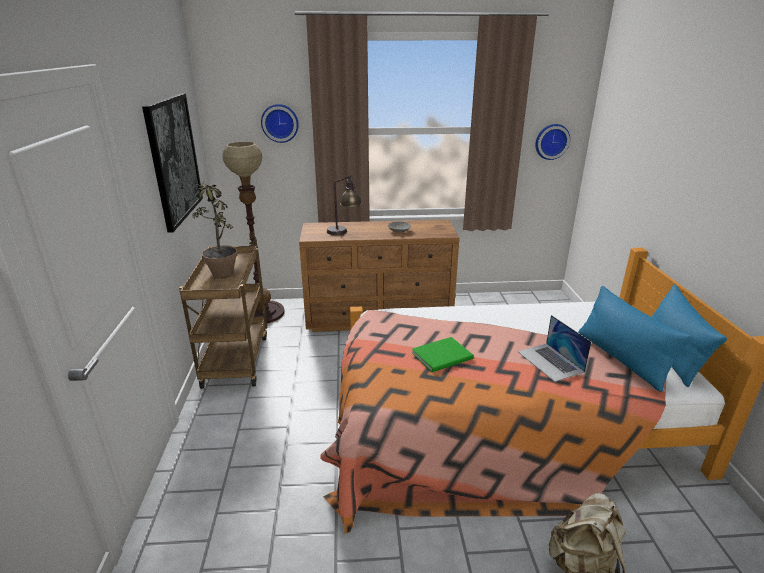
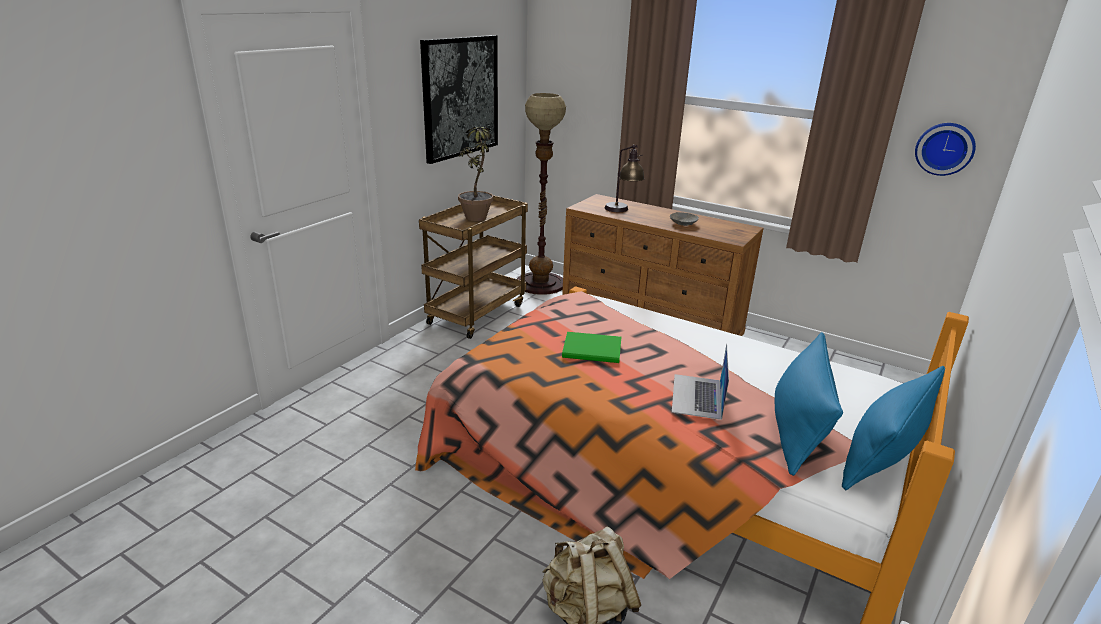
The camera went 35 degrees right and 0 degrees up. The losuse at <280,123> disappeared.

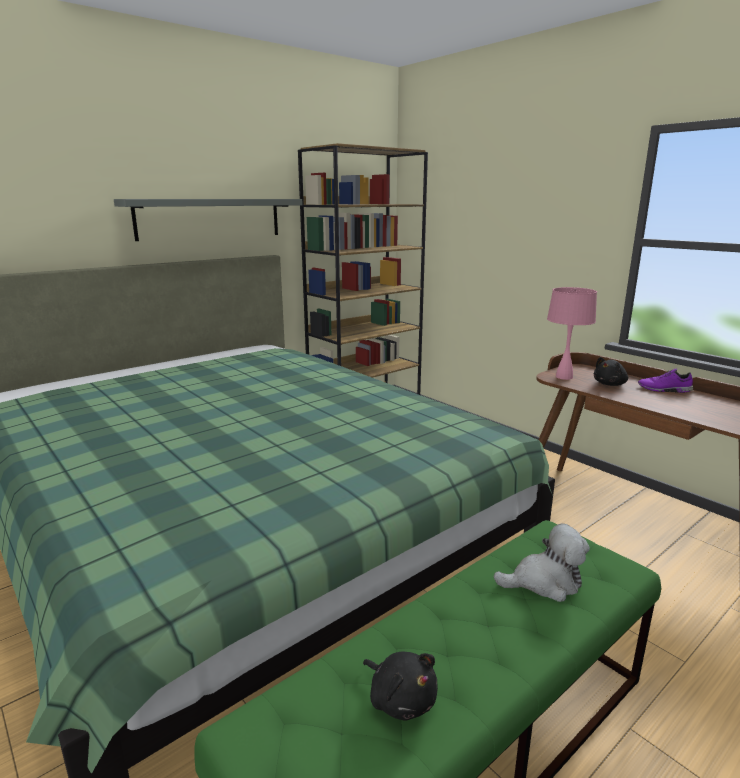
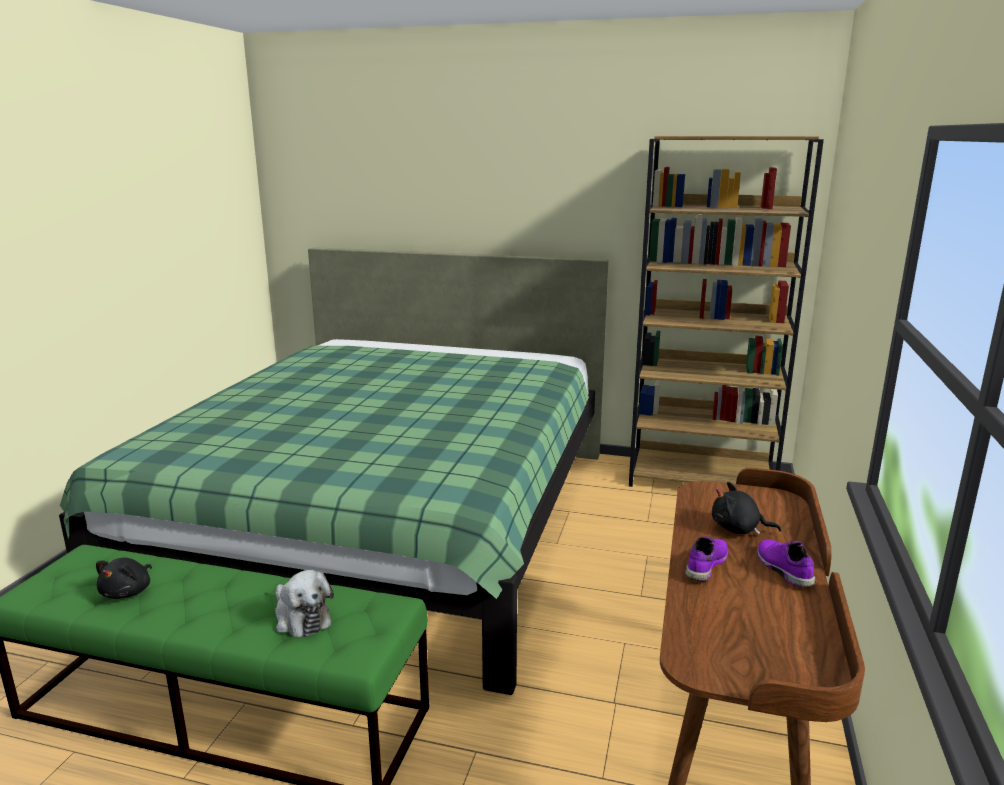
The camera went 55 degrees right and 0 degrees up. The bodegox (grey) at <210,218> disappeared. The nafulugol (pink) at <564,377> disappeared. The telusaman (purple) at <705,565> appeared.

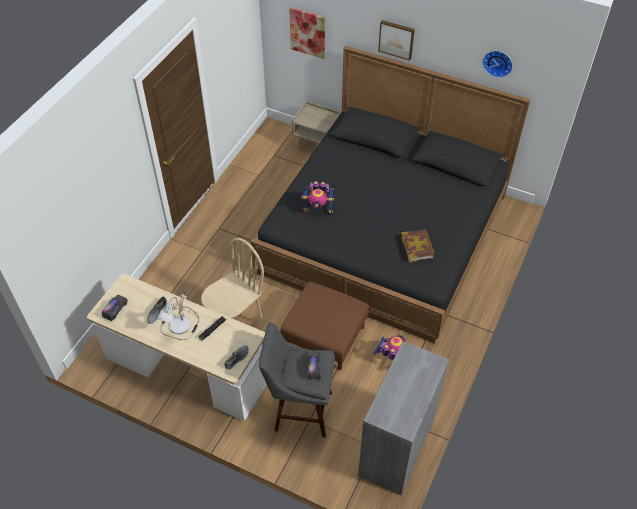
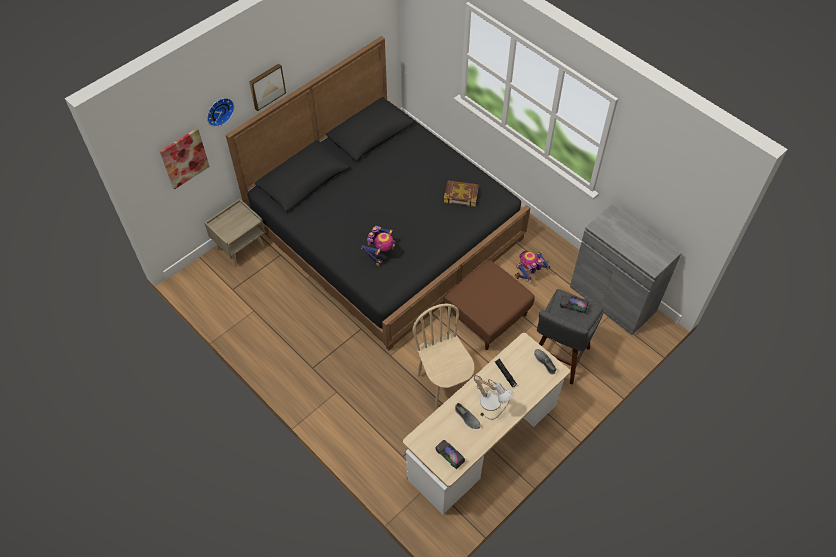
The camera went 70 degrees left and 5 degrees up. The losuse moved from <498,62> to <219,111>.

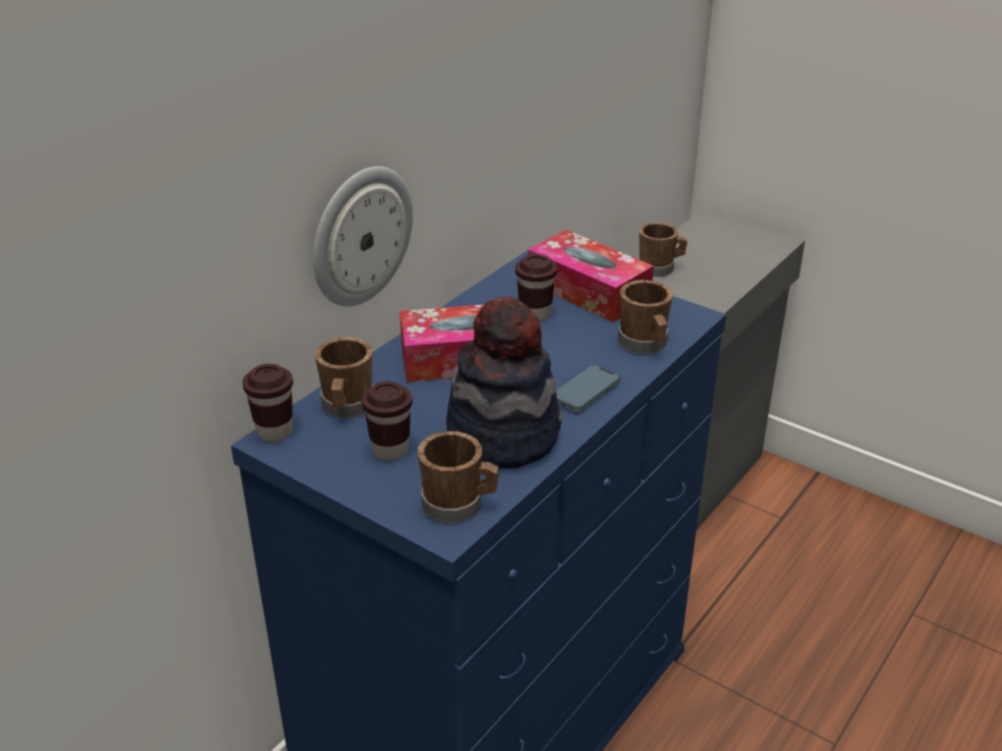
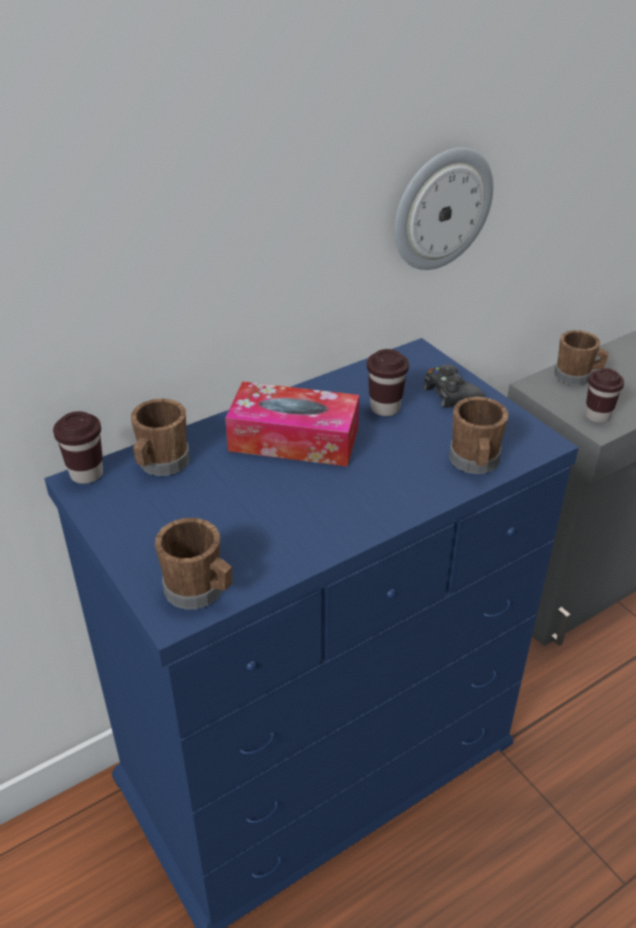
The camera went 20 degrees right and 5 degrees up. The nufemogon at <503,434> disappeared. The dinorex at <585,392> disappeared. The losuse moved from <360,235> to <441,209>. The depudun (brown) moved from <390,450> to <597,416>. The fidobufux at <588,291> was replaced by the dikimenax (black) at <450,393>.

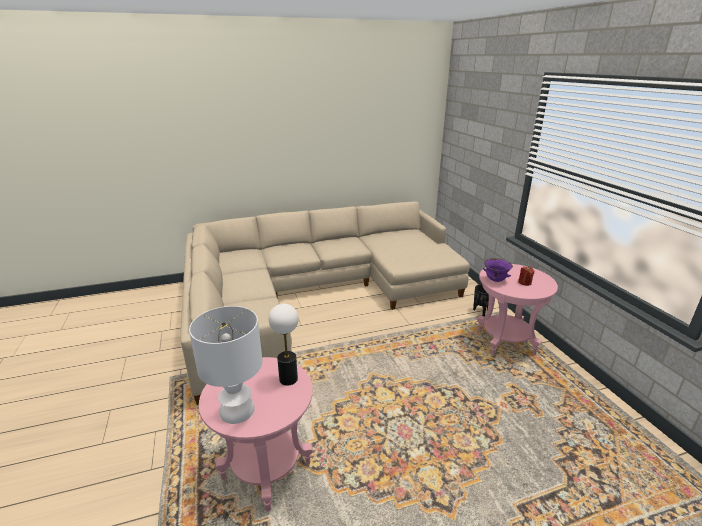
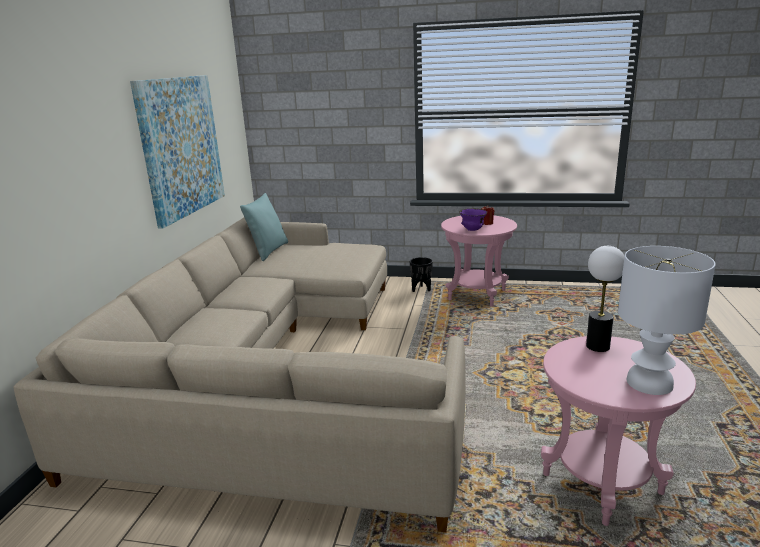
The camera went 60 degrees left and 5 degrees down. The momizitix at <181,147> appeared. The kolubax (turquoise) at <268,251> appeared.

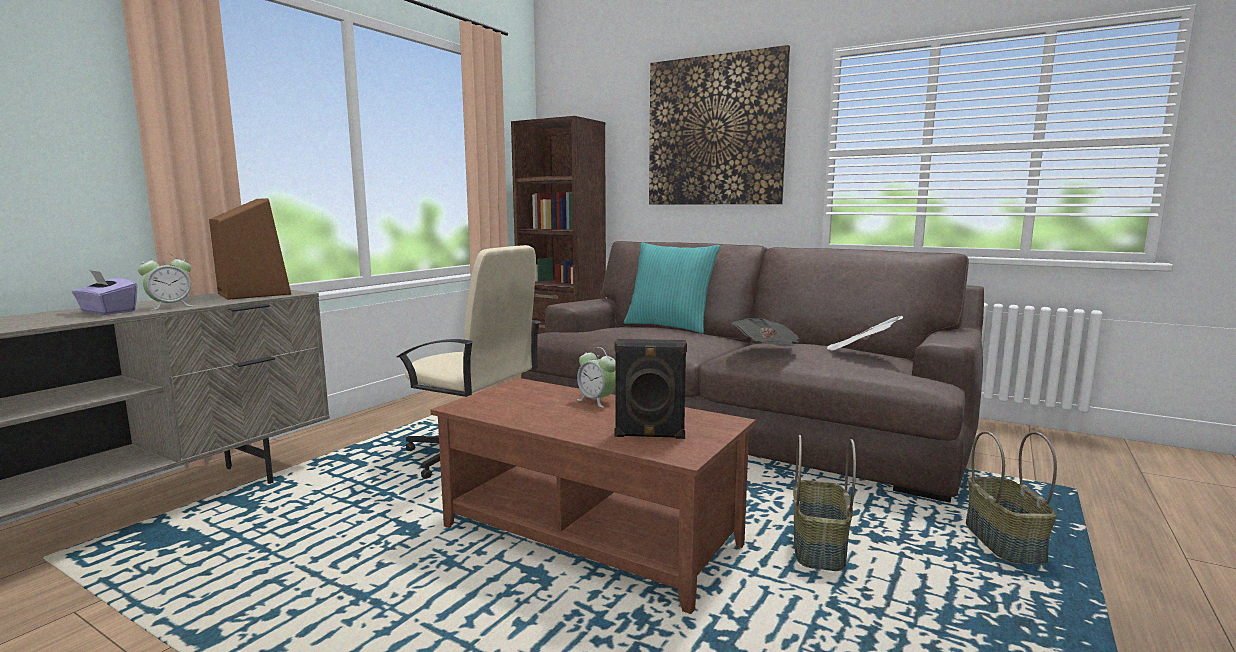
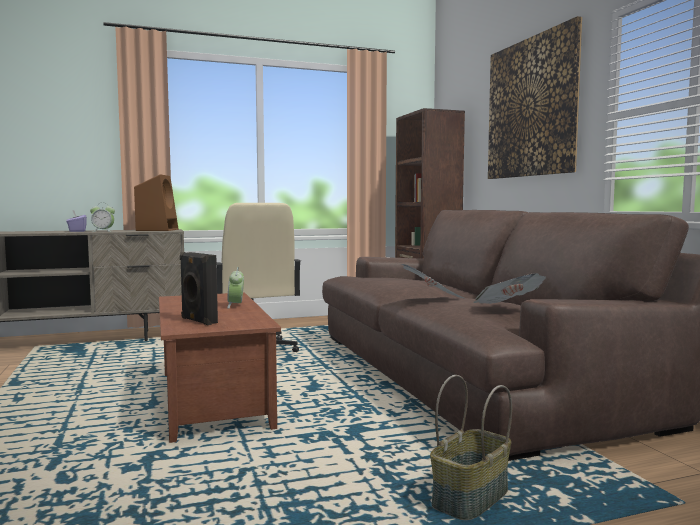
The camera went 40 degrees right and 5 degrees down. The kolubax (turquoise) at <669,326> disappeared. The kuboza at <817,547> disappeared.

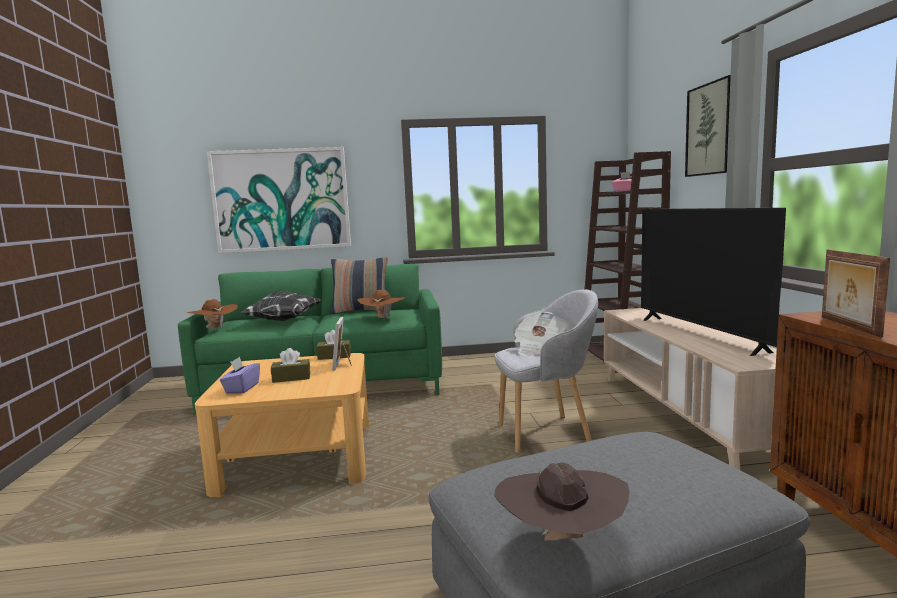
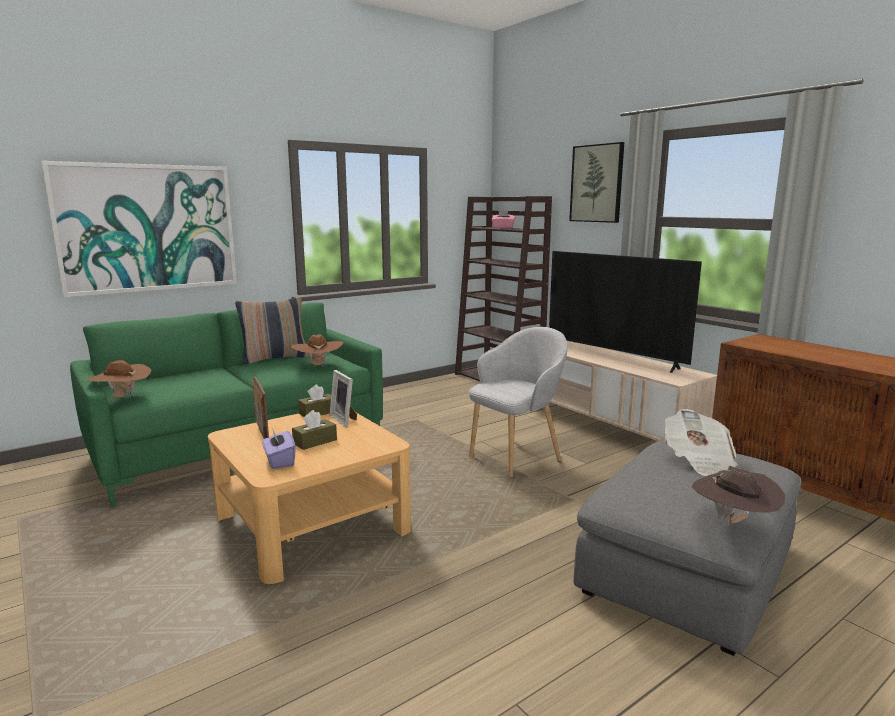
The camera went 30 degrees left and 5 degrees up. The kolubax at <283,320> disappeared. The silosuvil moved from <539,349> to <698,460>. The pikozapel moved from <848,326> to <262,434>.

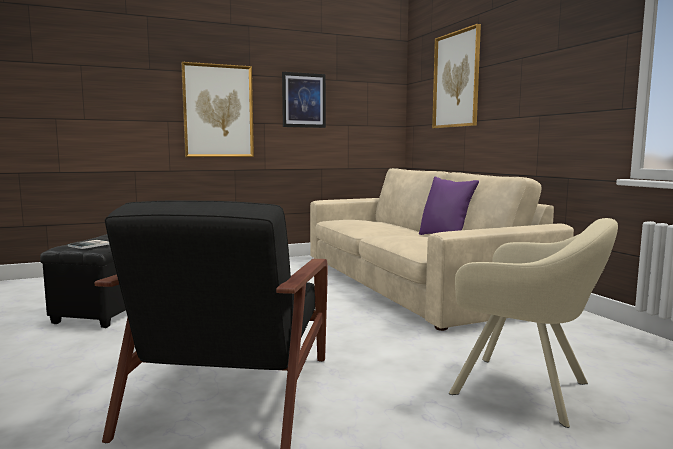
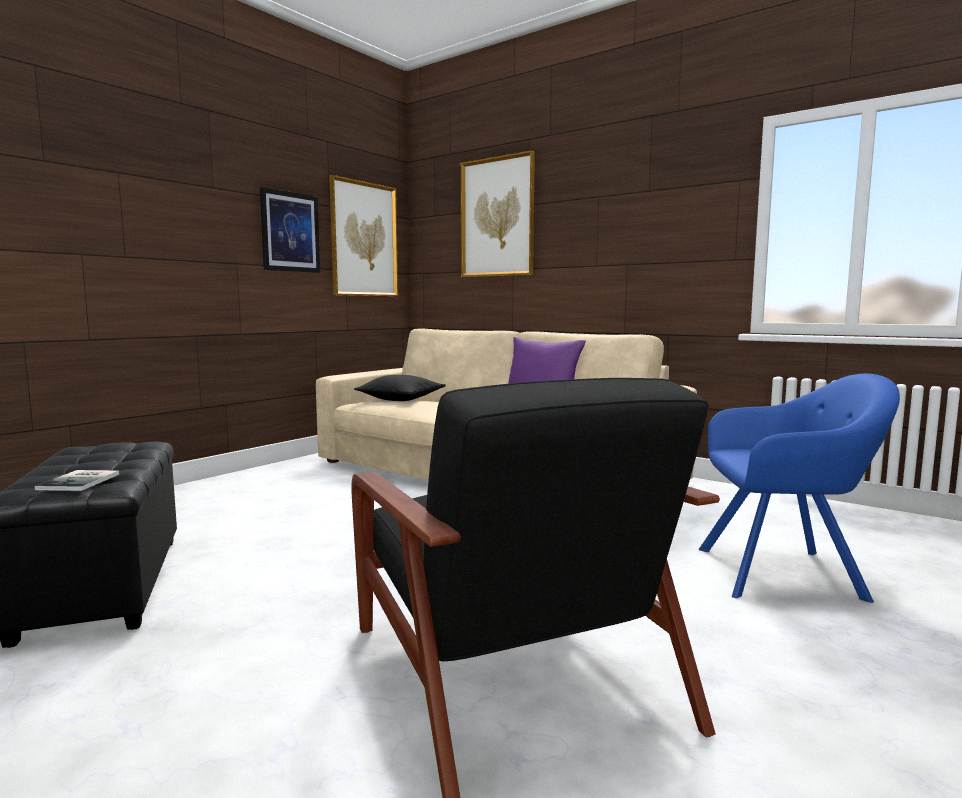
The camera went 30 degrees left and 0 degrees up. The kolubax (black) at <400,399> appeared. The momizitix moved from <218,111> to <364,239>. The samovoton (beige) at <527,390> became the samovoton (blue) at <786,573>.

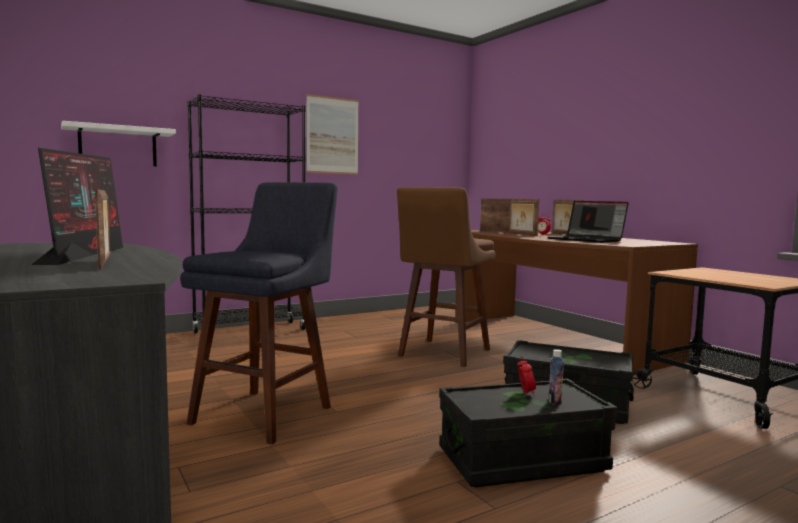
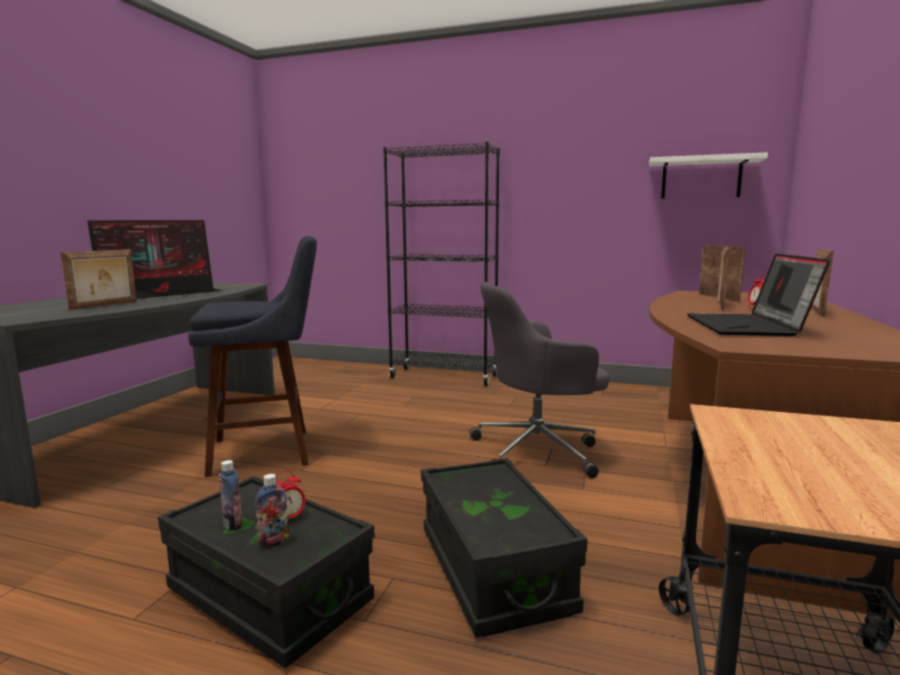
The camera went 50 degrees right and 5 degrees up. The momizitix at <332,135> disappeared. The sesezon at <233,525> appeared. The bodegox (white) moved from <118,146> to <701,178>. The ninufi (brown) at <442,354> was replaced by the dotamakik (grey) at <538,451>.

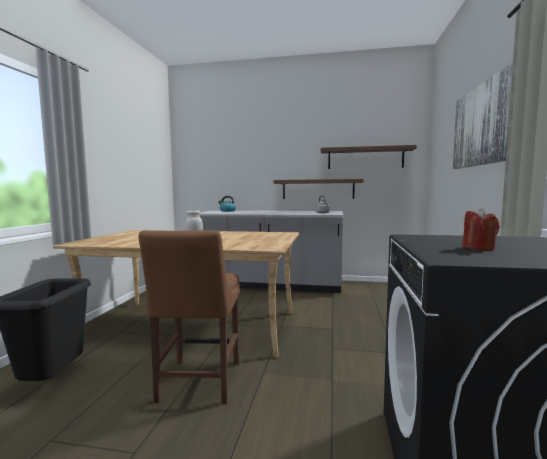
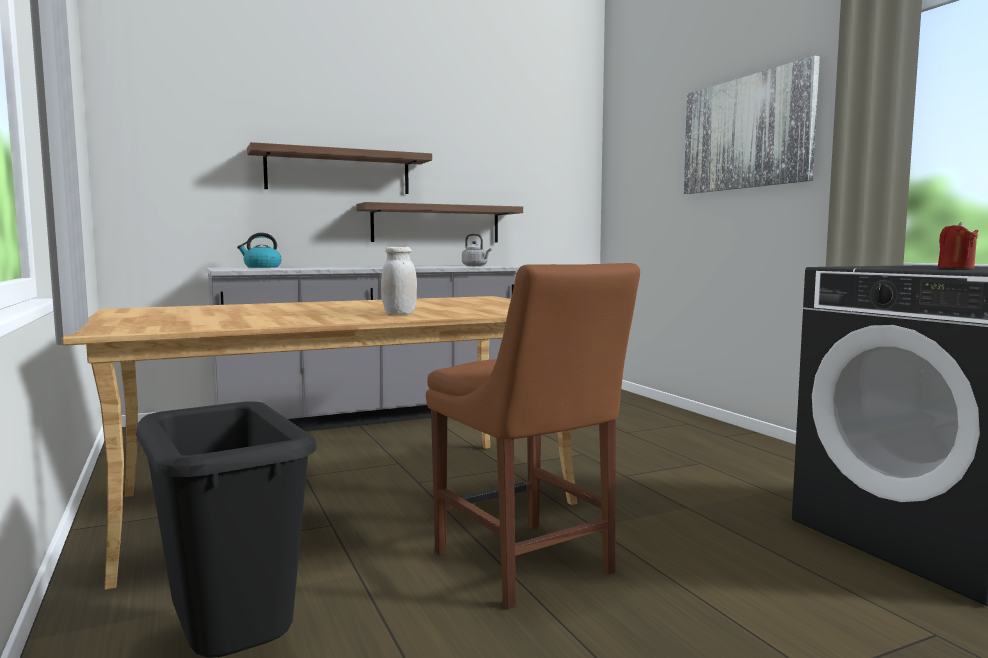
The camera went 35 degrees left and 0 degrees up. The bodegox moved from <365,158> to <338,172>.

